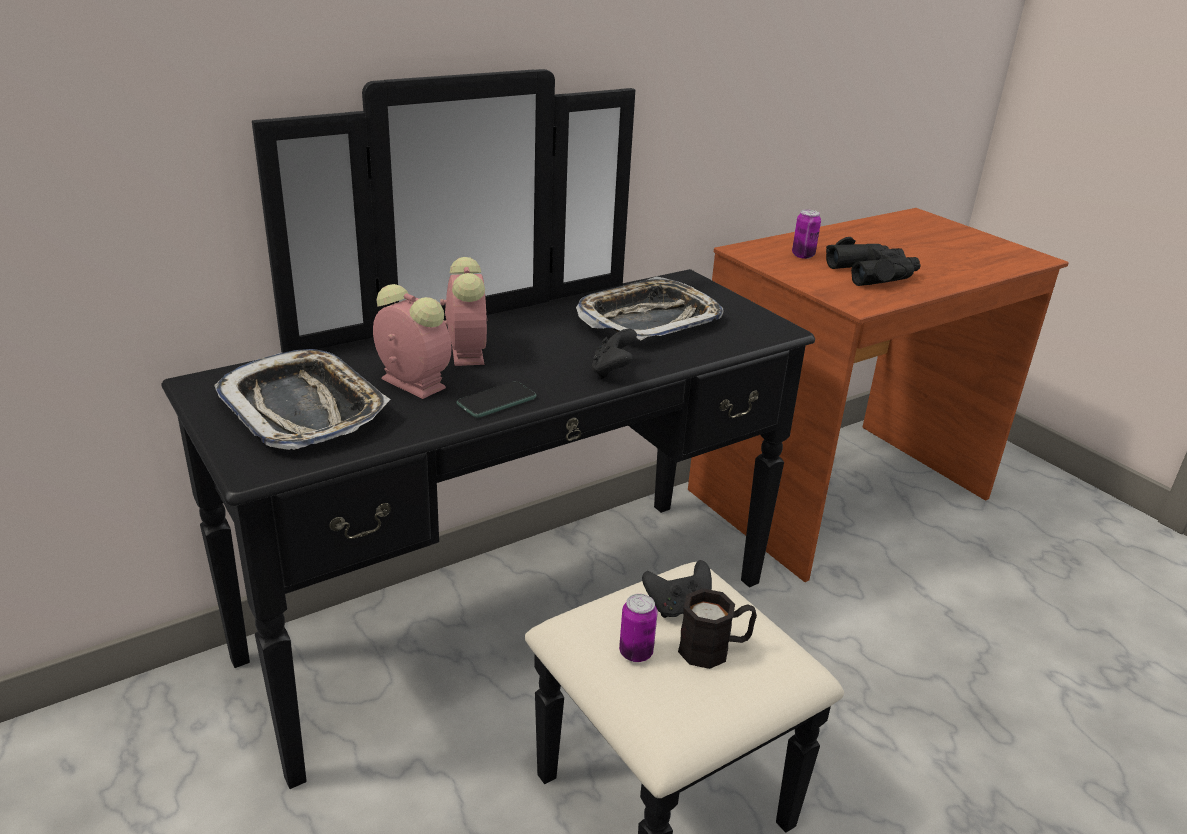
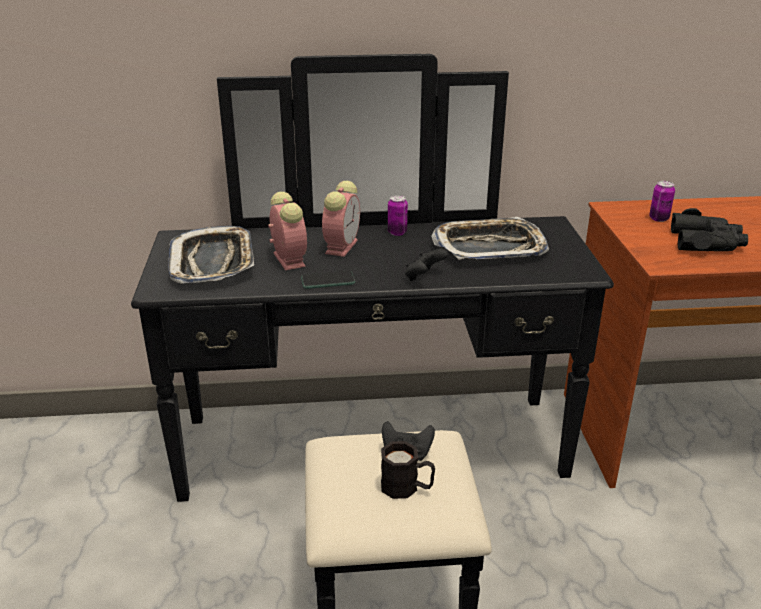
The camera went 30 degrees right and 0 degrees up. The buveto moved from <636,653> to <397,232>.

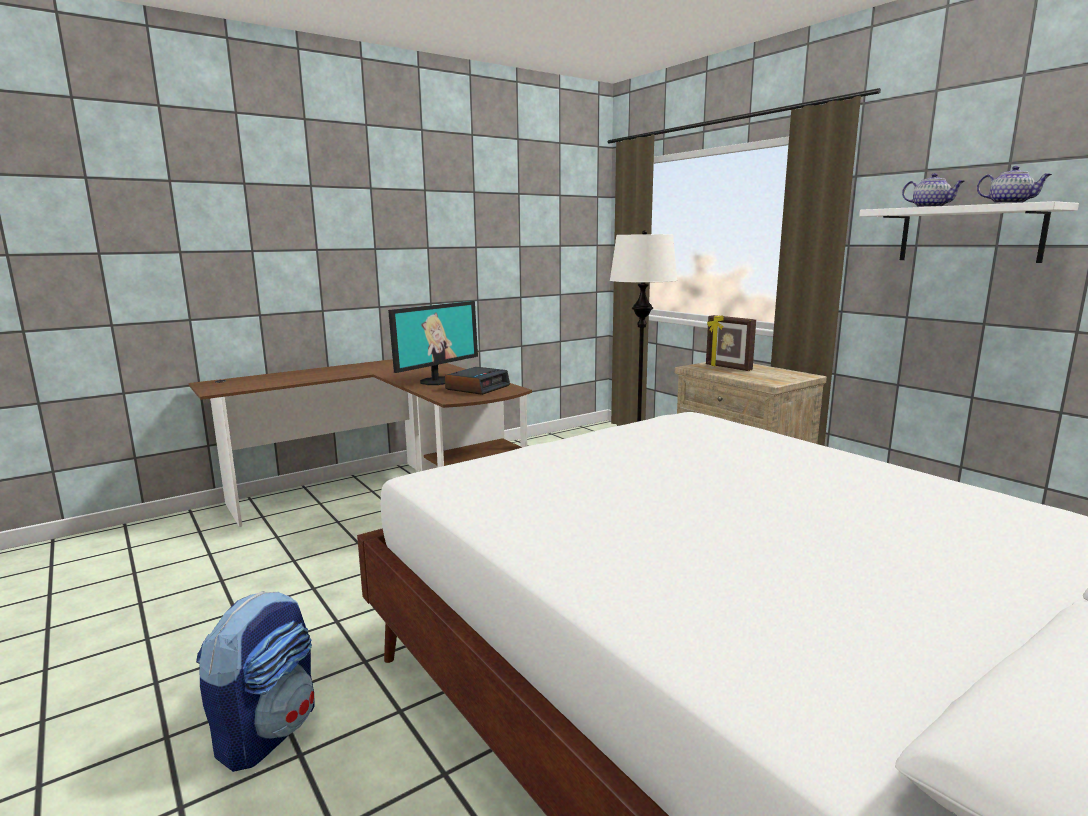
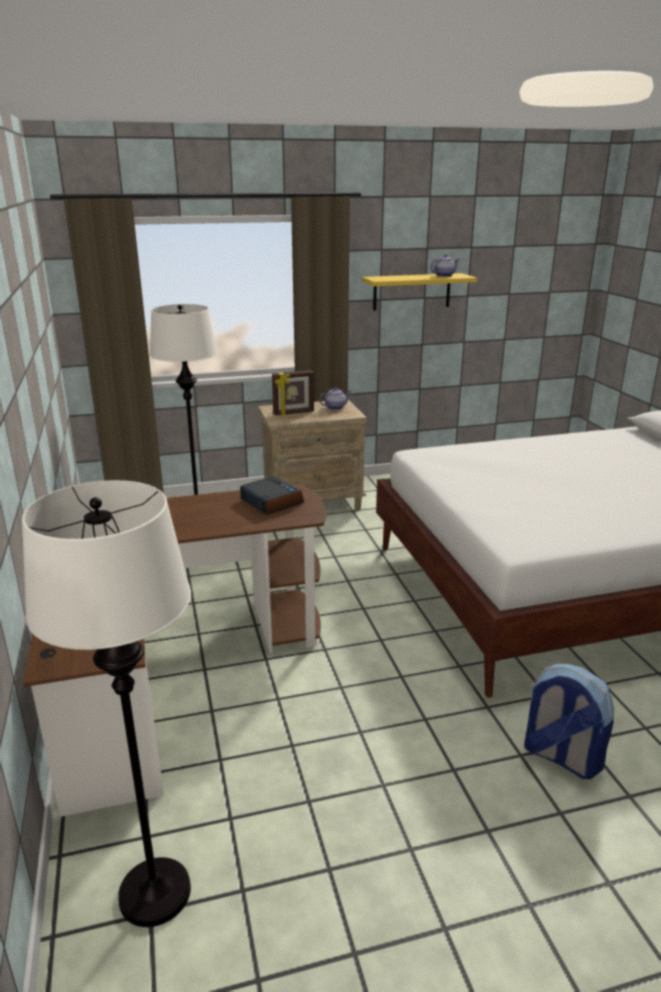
The camera went 70 degrees left and 10 degrees up. The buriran at <437,381> disappeared. The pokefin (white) at <155,892> appeared. The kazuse moved from <931,207> to <335,407>. The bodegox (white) at <969,234> became the bodegox (yellow) at <412,291>.

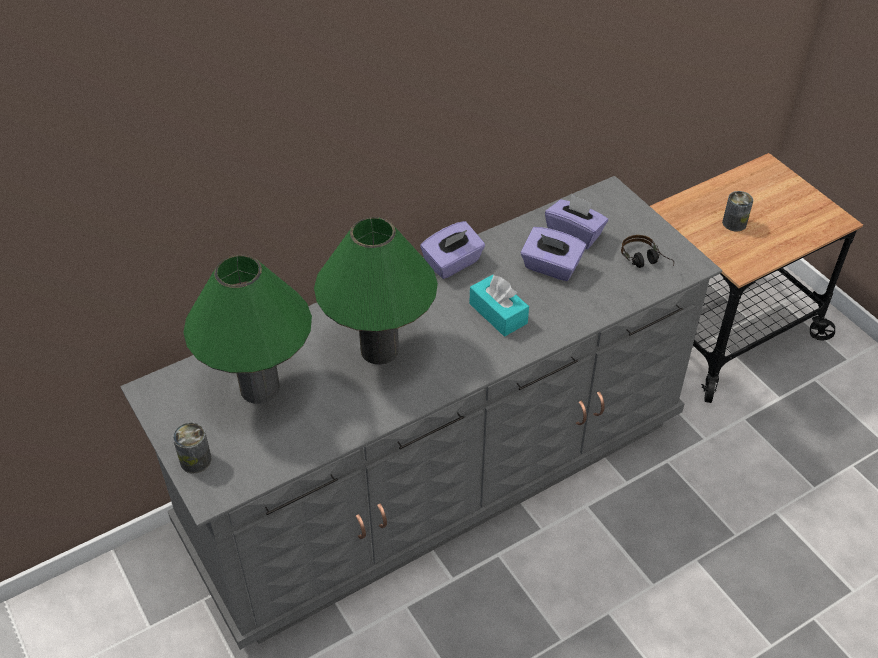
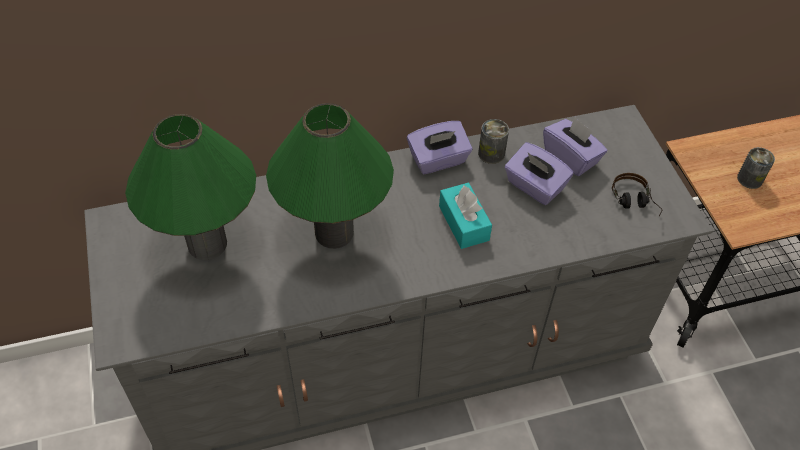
The camera went 15 degrees right and 5 degrees up. The buveto moved from <195,460> to <491,153>.

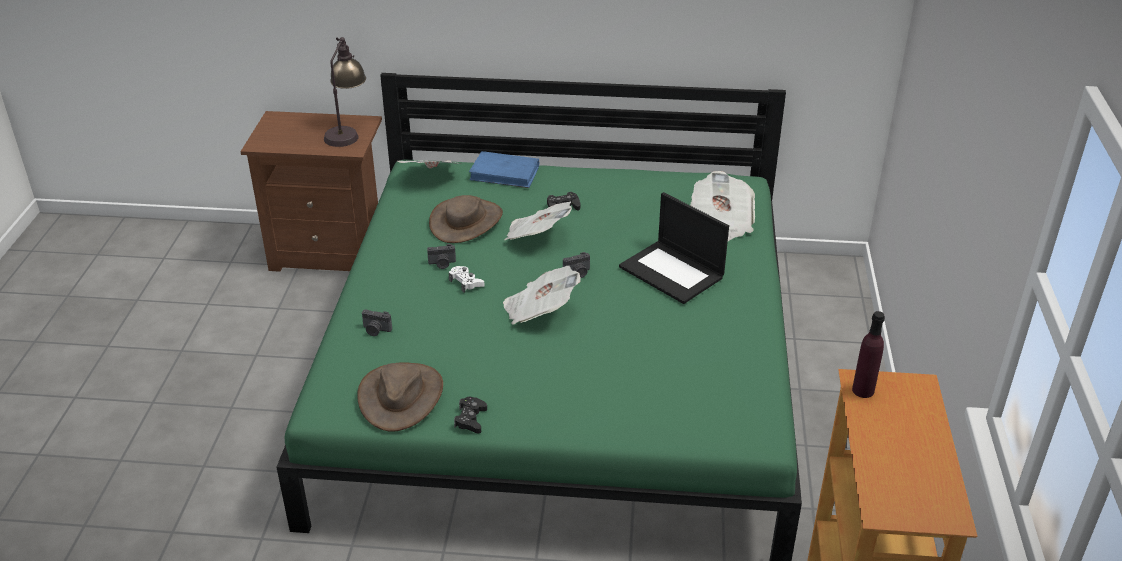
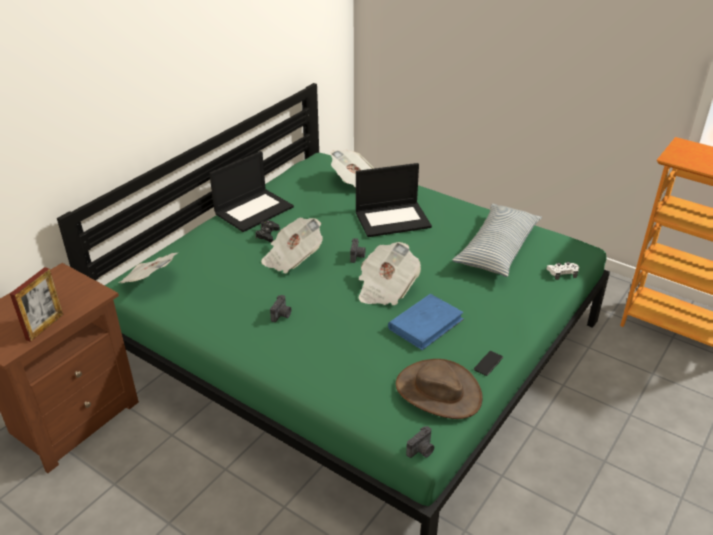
The camera went 60 degrees left and 0 degrees up. The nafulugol at <347,131> disappeared. The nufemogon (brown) at <466,221> disappeared. The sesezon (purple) at <863,390> disappeared. The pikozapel at <45,326> appeared. The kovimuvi at <254,210> appeared. The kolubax at <497,249> appeared. The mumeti moved from <376,330> to <421,450>. The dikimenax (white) moved from <466,282> to <562,273>. The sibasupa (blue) moved from <505,173> to <426,324>. The dikimenax (black) at <470,419> was replaced by the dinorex at <488,363>.

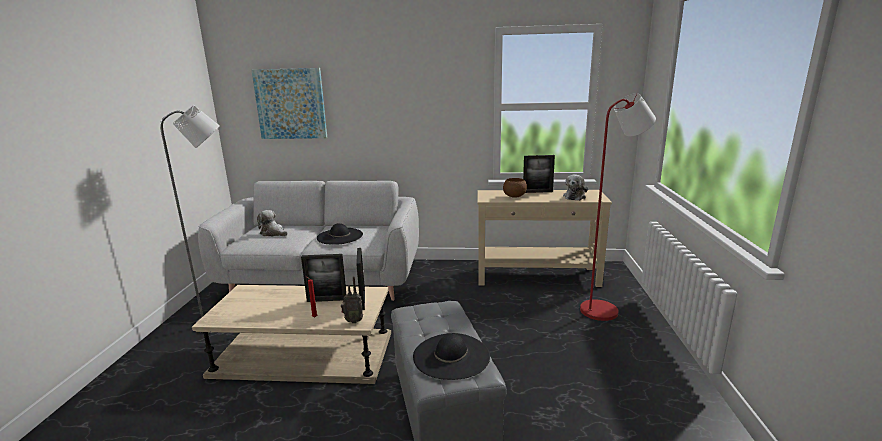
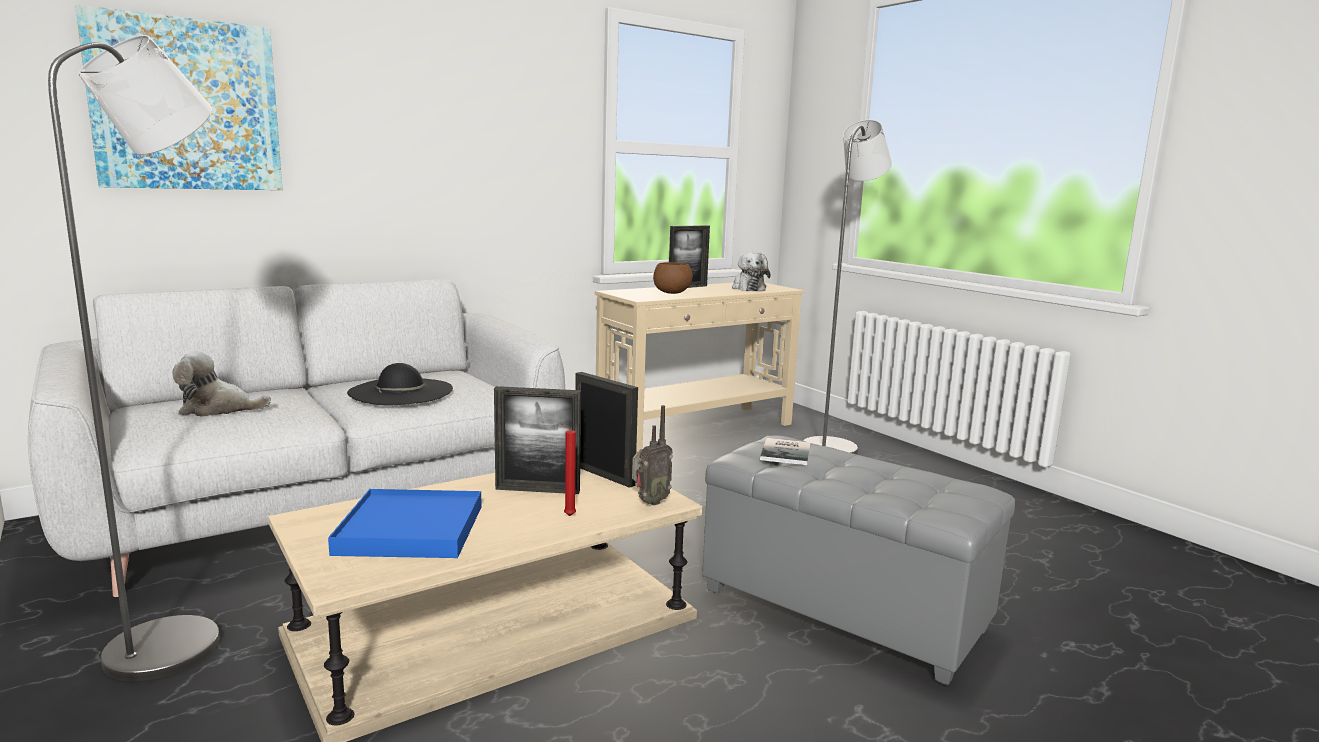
The camera went 40 degrees left and 5 degrees down. The nufemogon (black) at <451,356> disappeared. The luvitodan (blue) at <410,530> appeared. The sibasupa at <787,452> appeared. The pokefin (red) at <605,310> became the pokefin (grey) at <833,446>. The pikozapel at <327,300> turned 45 degrees clockwise.

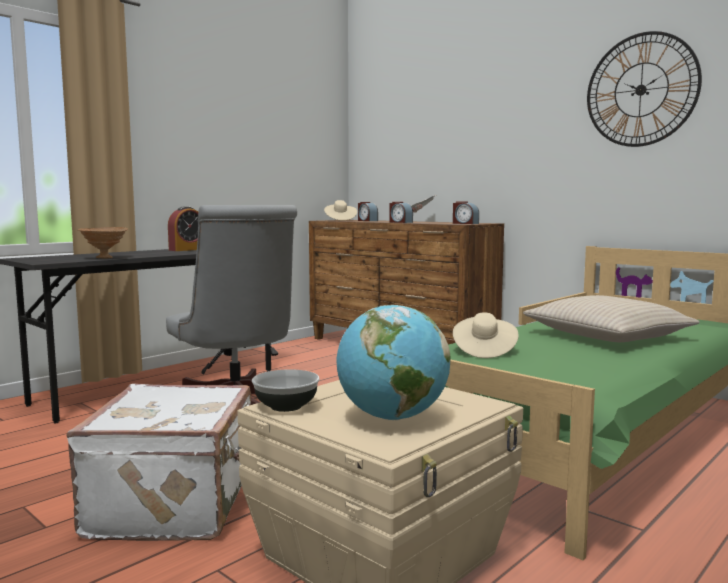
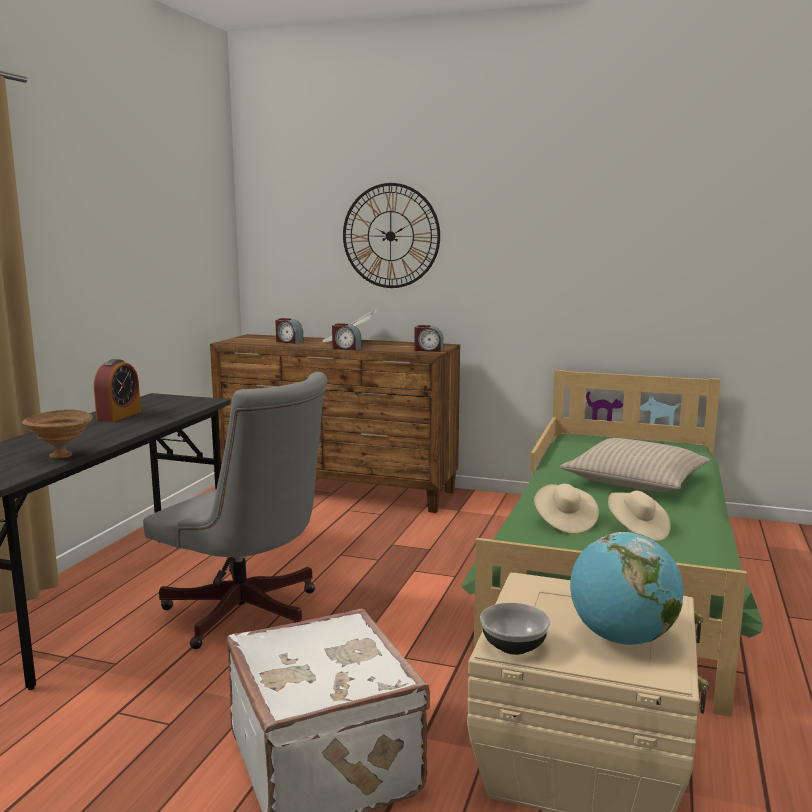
The camera went 25 degrees left and 5 degrees up. The nufemogon (beige) moved from <340,220> to <637,530>. The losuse moved from <641,90> to <390,236>.

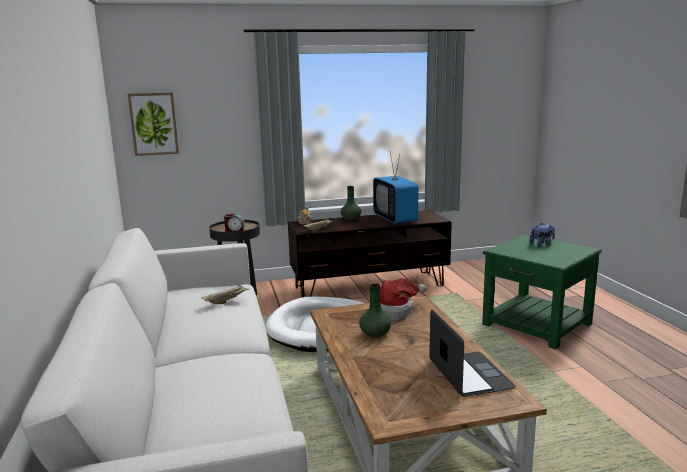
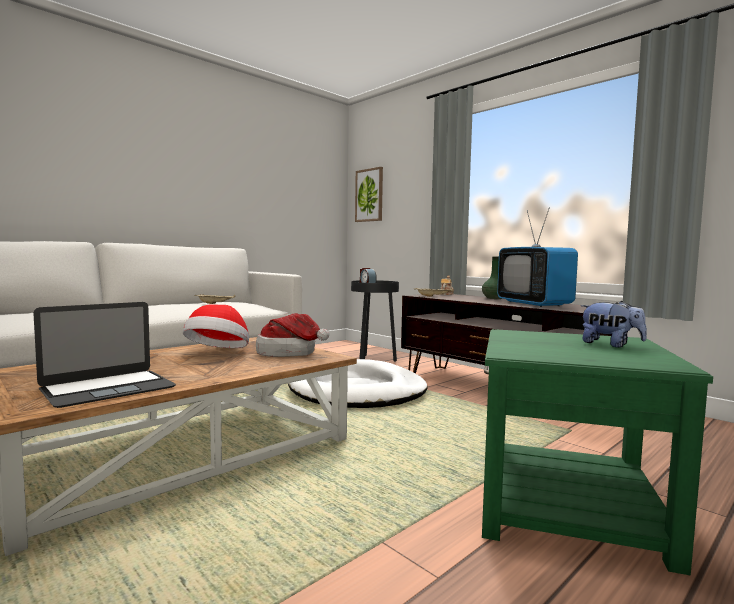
The camera went 60 degrees right and 10 degrees down. The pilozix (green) at <375,333> was replaced by the nufemogon at <218,353>. The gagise at <395,219> turned 60 degrees counterclockwise.

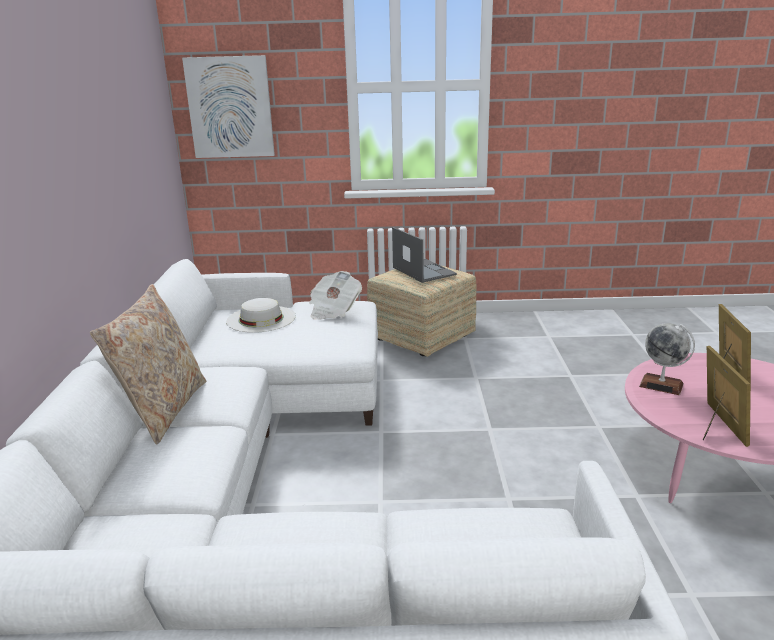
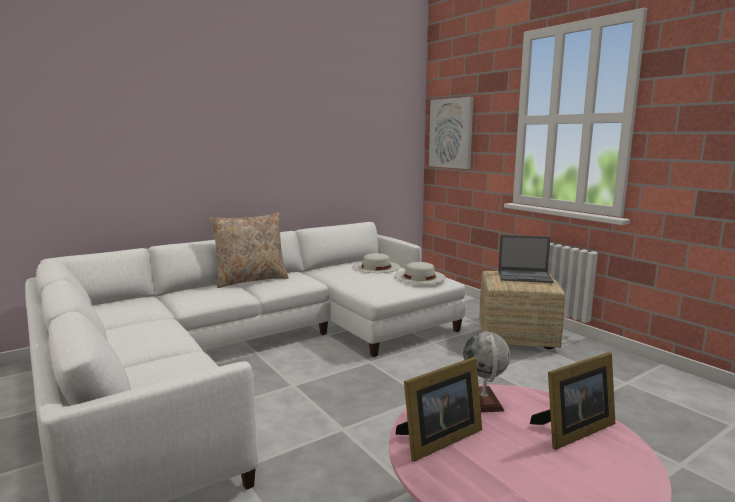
The camera went 55 degrees right and 10 degrees down. The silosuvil at <333,310> was replaced by the nufemogon (white) at <419,276>. The kovimuvi at <423,271> turned 75 degrees clockwise.

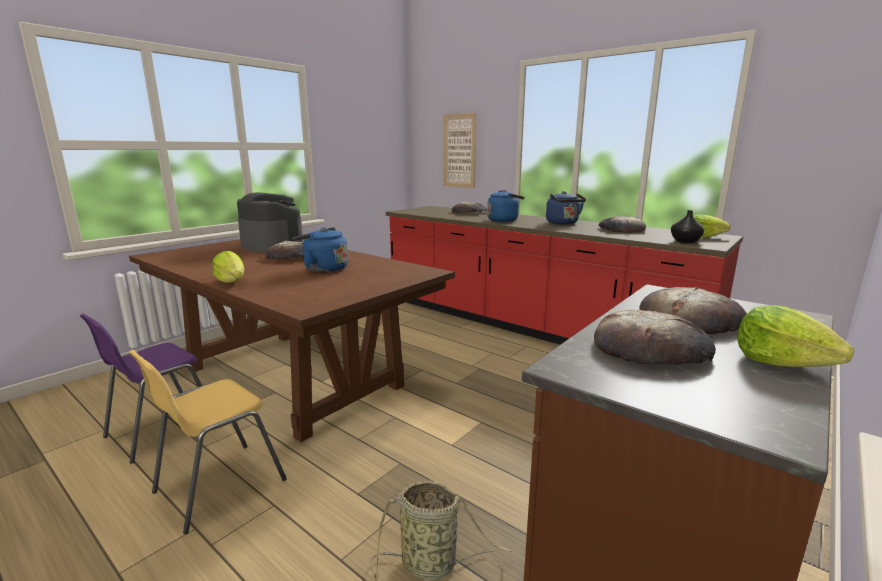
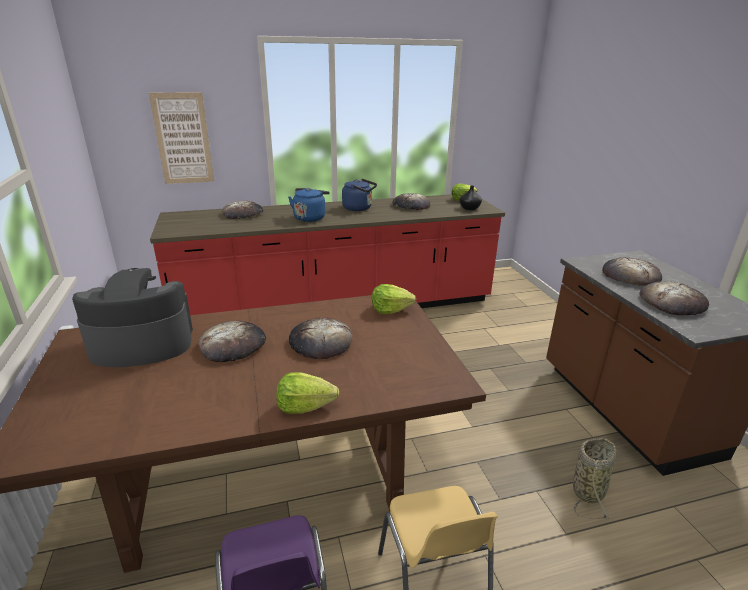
The camera went 55 degrees left and 10 degrees up. The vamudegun moved from <781,362> to <390,309>. The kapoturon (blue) at <323,269> was replaced by the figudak at <321,342>.

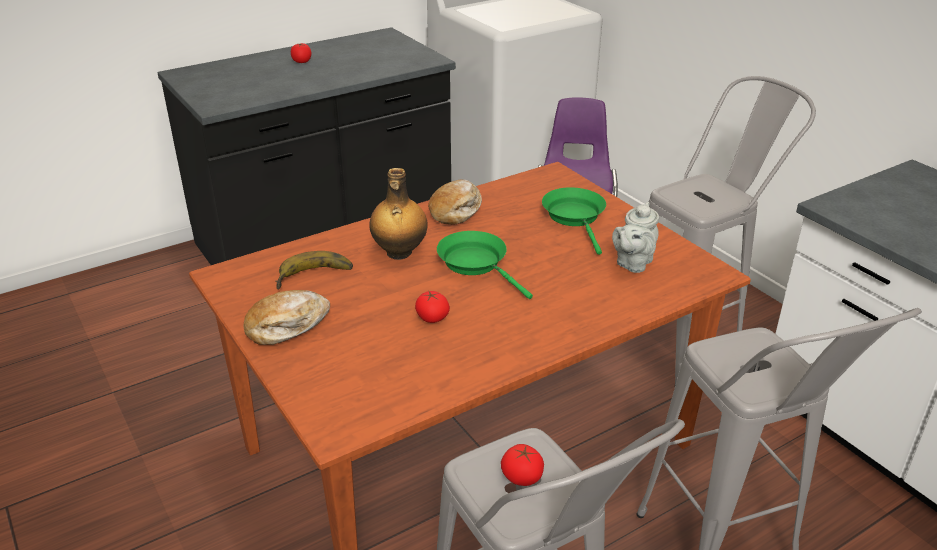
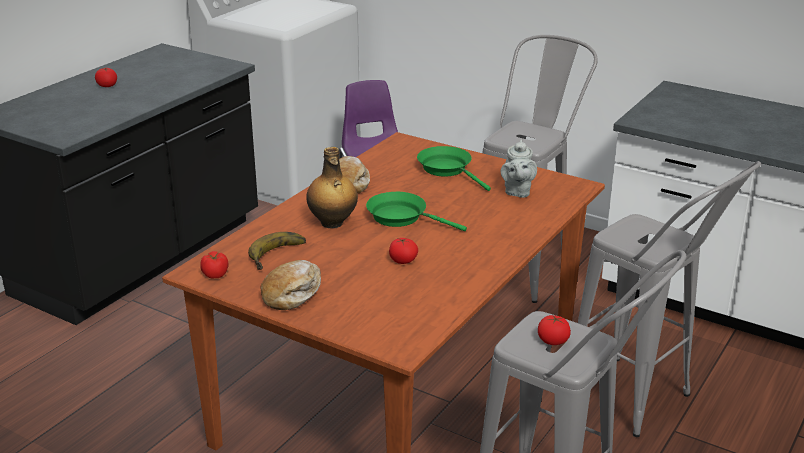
The camera went 25 degrees left and 5 degrees down. The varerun at <216,274> appeared.

